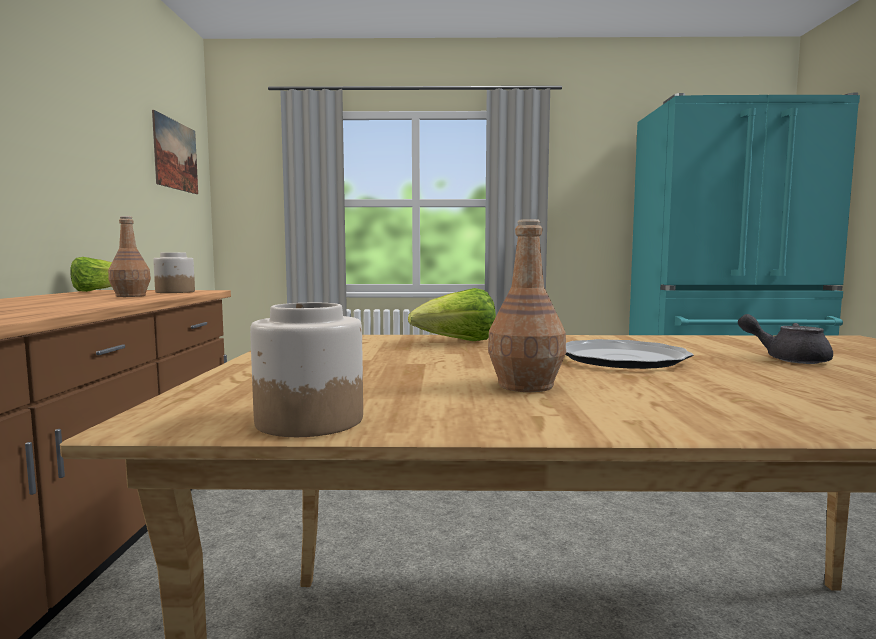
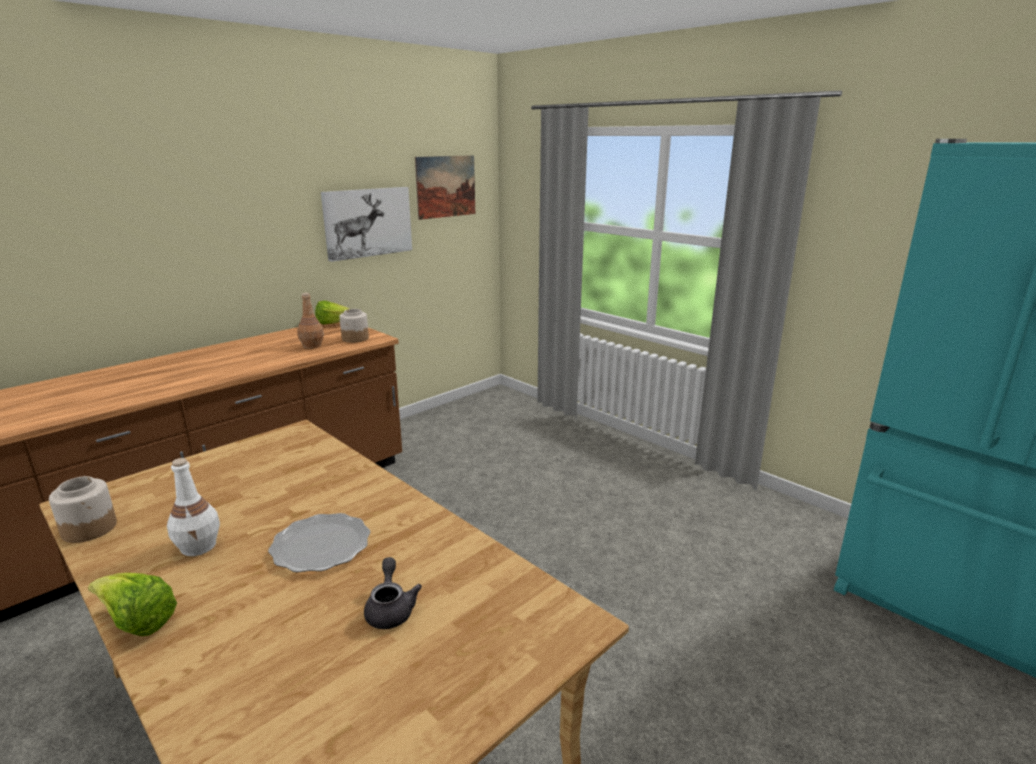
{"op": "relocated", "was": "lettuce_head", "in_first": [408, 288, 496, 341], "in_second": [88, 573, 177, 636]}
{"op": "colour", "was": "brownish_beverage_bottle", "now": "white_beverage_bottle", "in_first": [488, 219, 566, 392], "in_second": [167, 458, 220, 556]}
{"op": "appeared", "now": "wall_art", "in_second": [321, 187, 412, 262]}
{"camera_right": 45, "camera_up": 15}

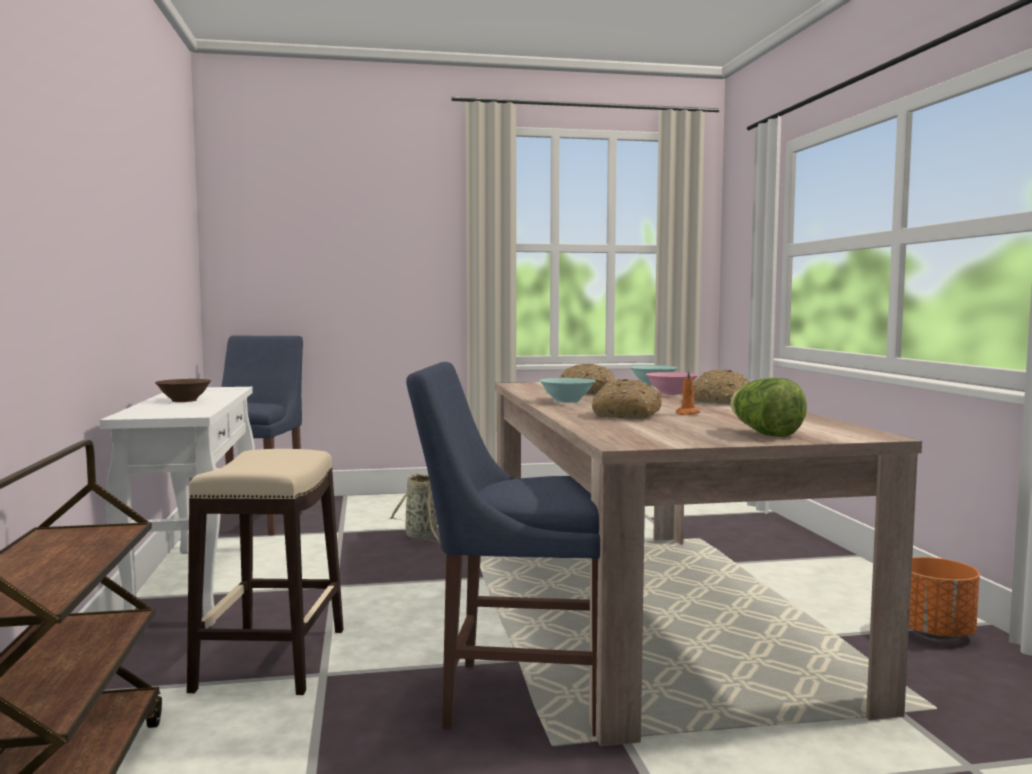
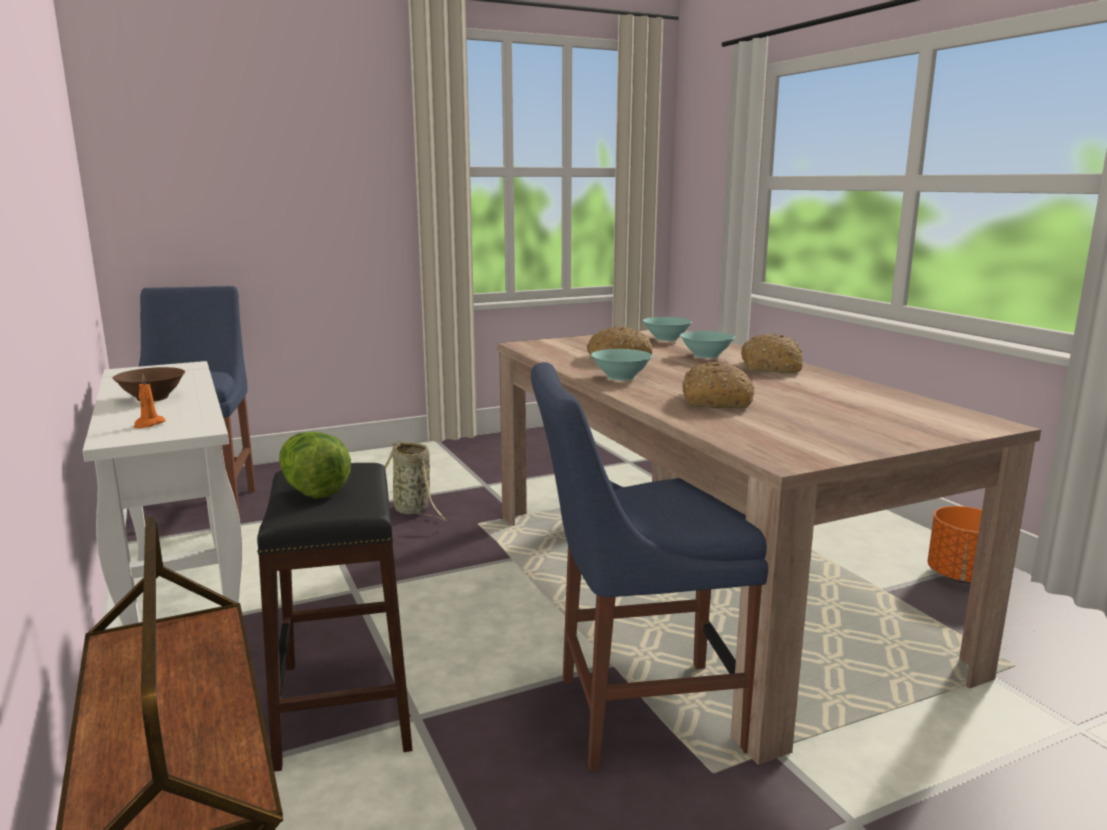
{"op": "colour", "was": "beige_sitting_stool", "now": "blackish_sitting_stool", "in_first": [187, 449, 343, 695], "in_second": [257, 463, 412, 772]}
{"op": "colour", "was": "pink-coloured_bowl", "now": "turquoise-coloured_bowl", "in_first": [646, 372, 698, 395], "in_second": [680, 331, 735, 358]}
{"op": "relocated", "was": "orangey_wax_candle", "in_first": [676, 369, 700, 415], "in_second": [133, 374, 166, 429]}
{"op": "relocated", "was": "lettuce_head", "in_first": [730, 378, 807, 437], "in_second": [279, 432, 351, 499]}
{"camera_right": -15, "camera_up": 10}

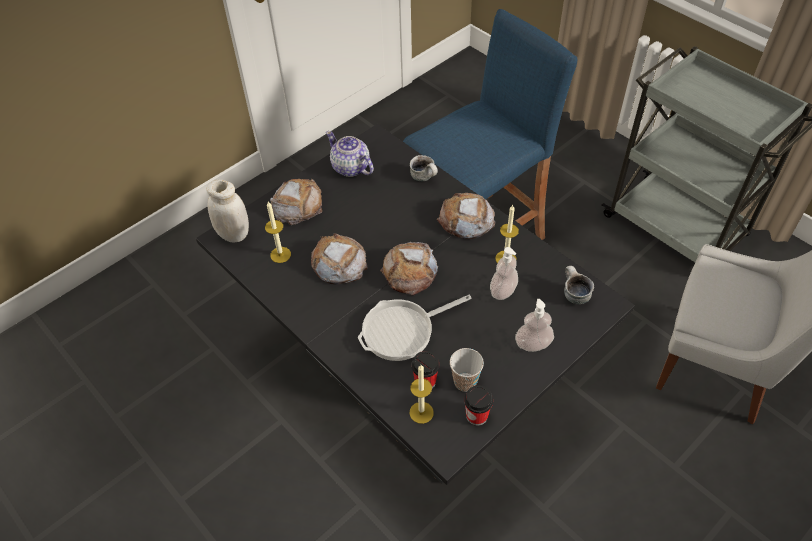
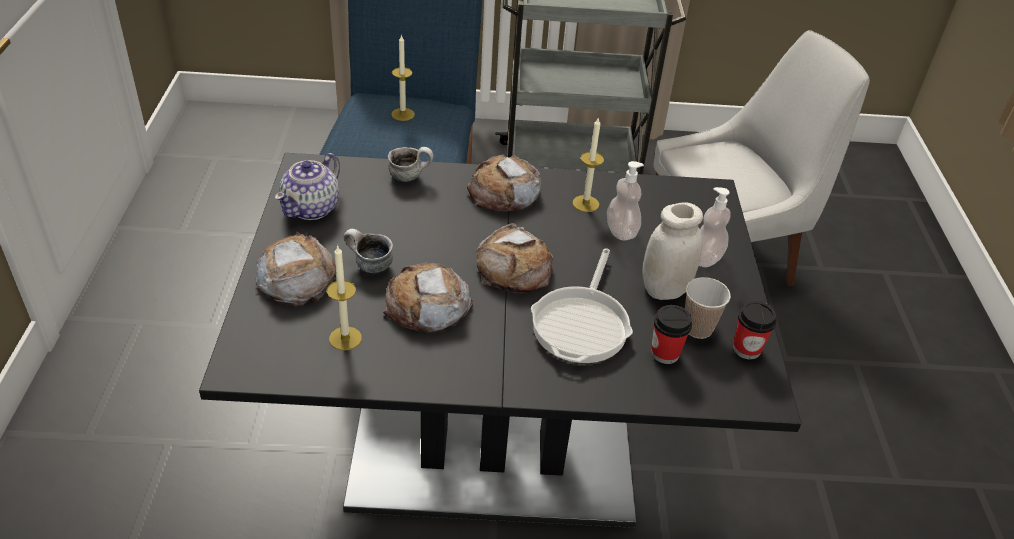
{"op": "relocated", "was": "white_storage_jar", "in_first": [206, 179, 249, 242], "in_second": [643, 202, 703, 300]}
{"op": "spun", "was": "pot_for_tea", "in_first": [326, 131, 374, 177], "in_second": [274, 153, 340, 220], "clockwise": -60}
{"op": "relocated", "was": "wax_candle", "in_first": [410, 365, 434, 424], "in_second": [391, 34, 415, 121]}
{"op": "relocated", "was": "tea_mug", "in_first": [564, 266, 594, 304], "in_second": [343, 229, 393, 273]}
{"camera_right": -50, "camera_up": -10}

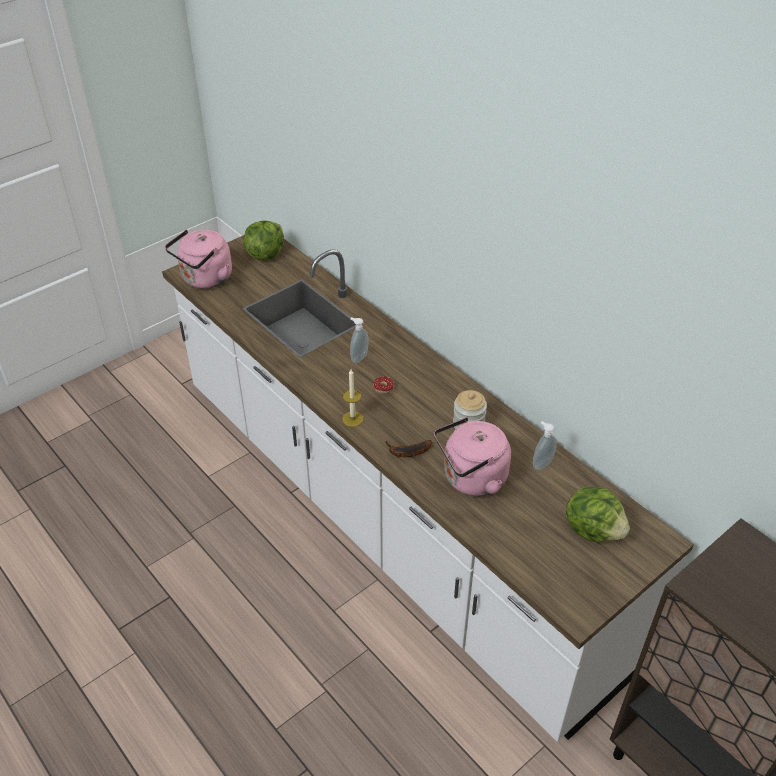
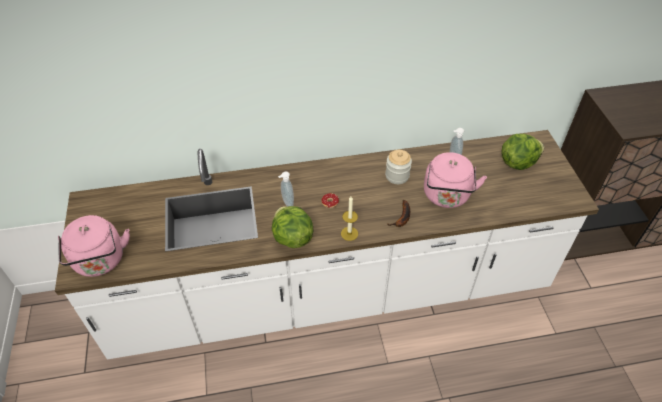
{"op": "relocated", "was": "lettuce_head", "in_first": [243, 220, 284, 260], "in_second": [272, 206, 313, 248]}
{"camera_right": -60, "camera_up": 5}

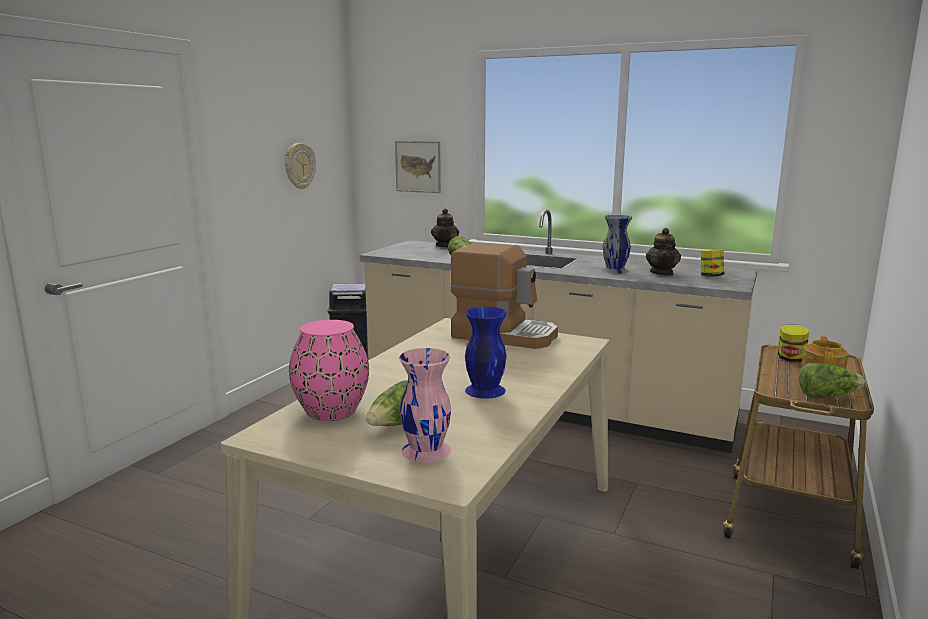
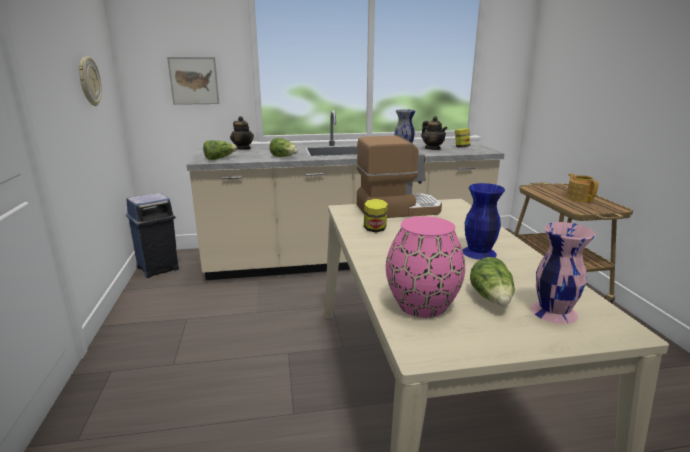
{"op": "relocated", "was": "storage_jar", "in_first": [778, 325, 809, 362], "in_second": [364, 199, 388, 233]}
{"op": "relocated", "was": "lettuce_head", "in_first": [799, 362, 866, 398], "in_second": [203, 140, 237, 160]}
{"camera_right": -35, "camera_up": 5}

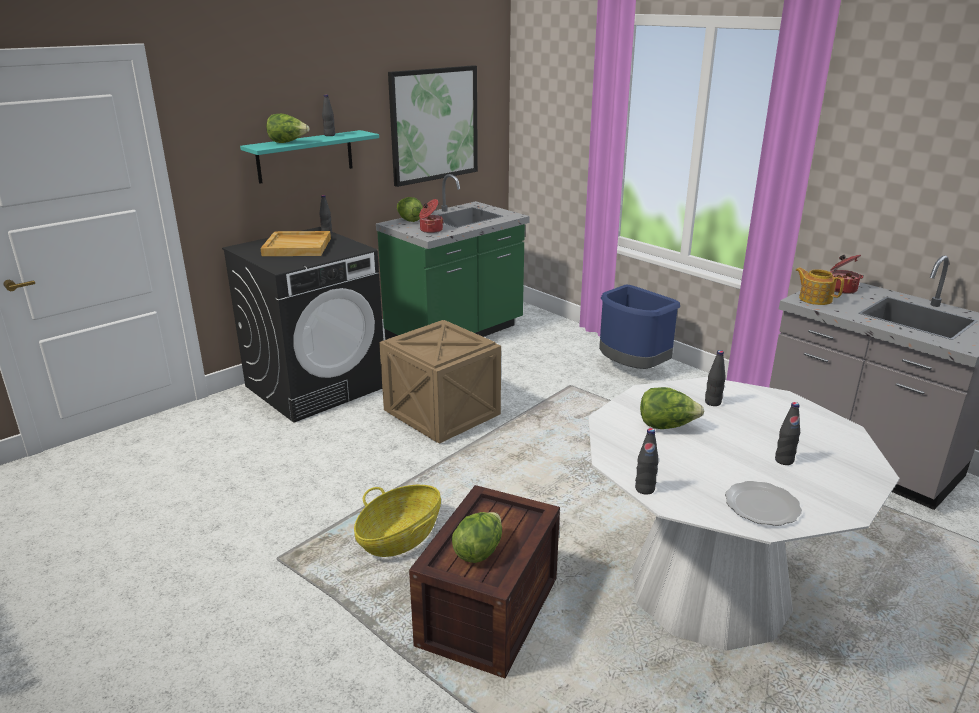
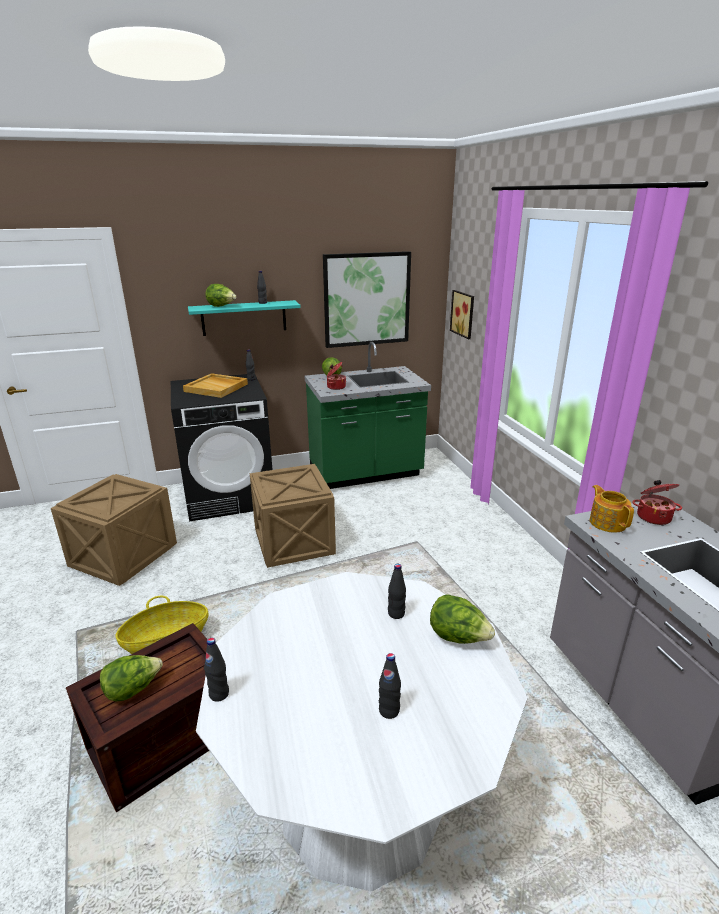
{"op": "missing", "was": "bluish_waste_bin", "in_first": [599, 285, 680, 369]}
{"op": "relocated", "was": "lettuce_head", "in_first": [640, 387, 704, 429], "in_second": [430, 594, 495, 644]}
{"op": "missing", "was": "plate", "in_first": [725, 481, 802, 526]}
{"op": "appeared", "now": "crate", "in_second": [51, 474, 177, 586]}
{"op": "appeared", "now": "wall_art", "in_second": [450, 290, 474, 339]}
{"camera_right": 25, "camera_up": 0}

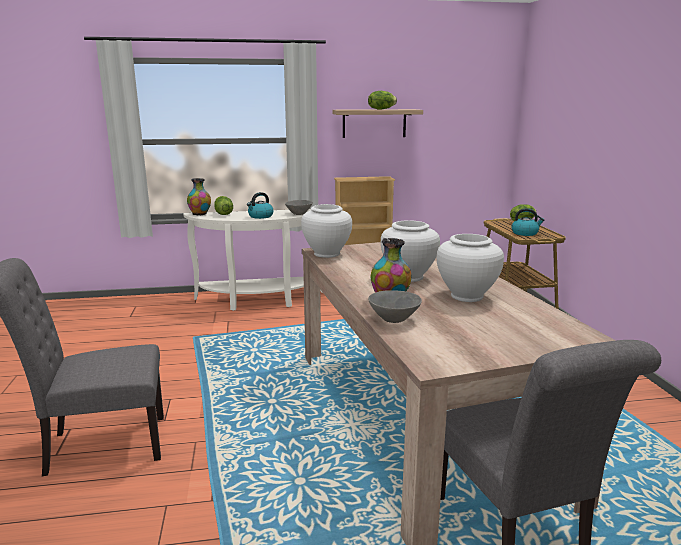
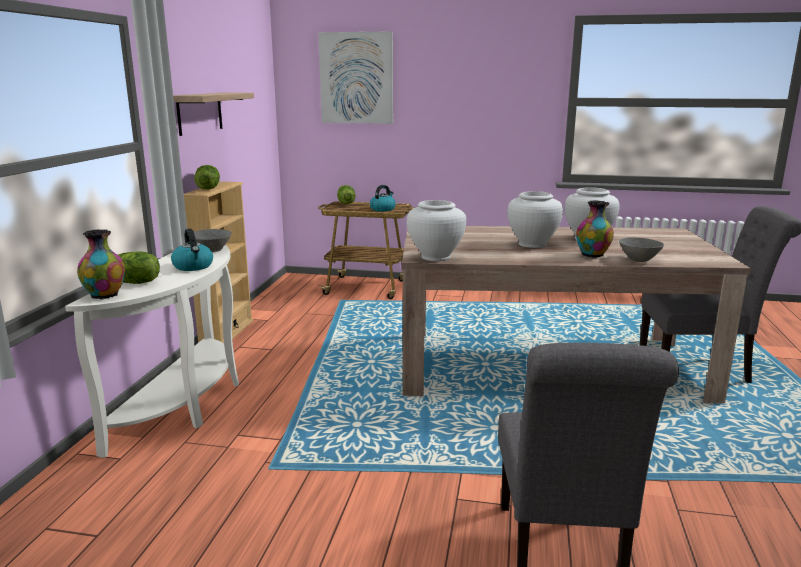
{"op": "relocated", "was": "lettuce_head", "in_first": [368, 91, 397, 110], "in_second": [194, 165, 220, 190]}
{"op": "appeared", "now": "wall_art", "in_second": [318, 31, 393, 124]}
{"camera_right": -70, "camera_up": 0}

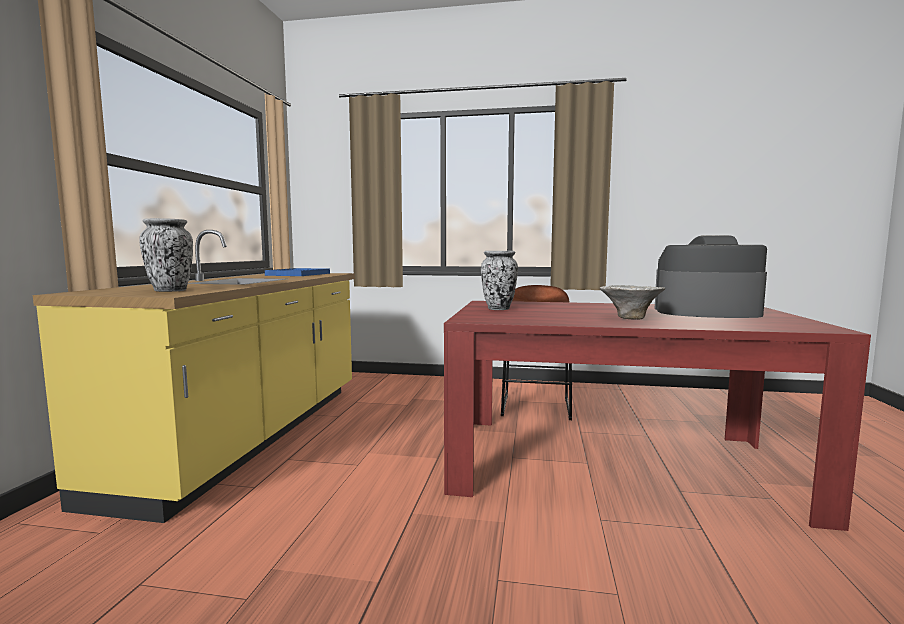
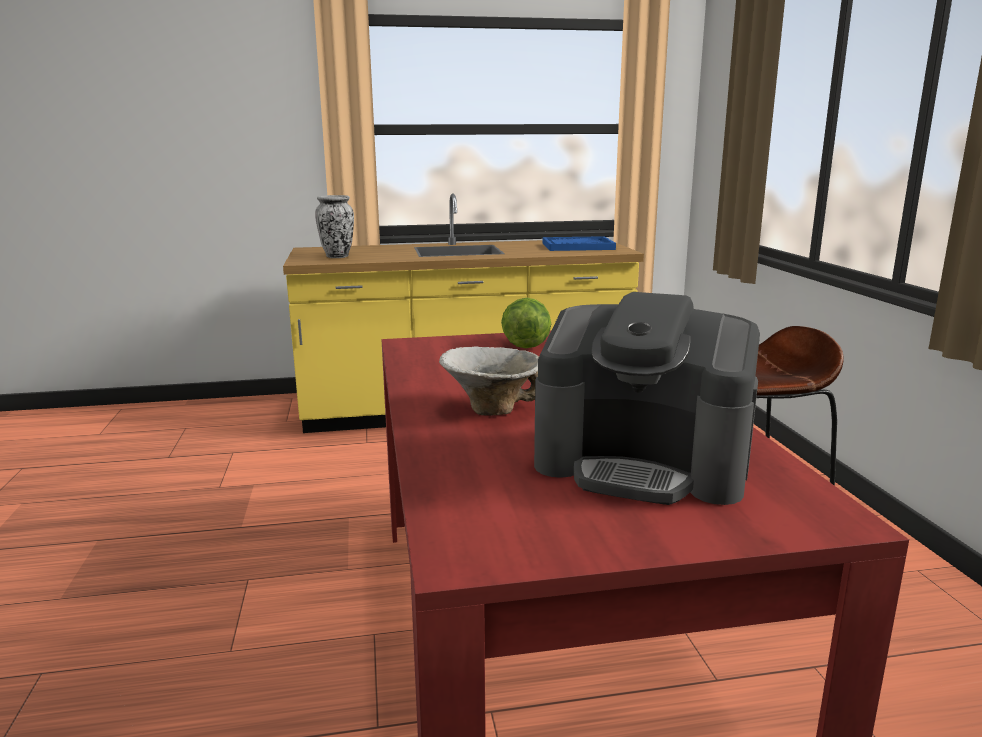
{"op": "exchanged", "was": "decorative_vase", "now": "lettuce_head", "in_first": [481, 251, 518, 310], "in_second": [501, 298, 551, 348]}
{"op": "spun", "was": "coffee_machine", "in_first": [655, 235, 767, 318], "in_second": [534, 292, 760, 505], "clockwise": 120}
{"camera_right": 70, "camera_up": 10}

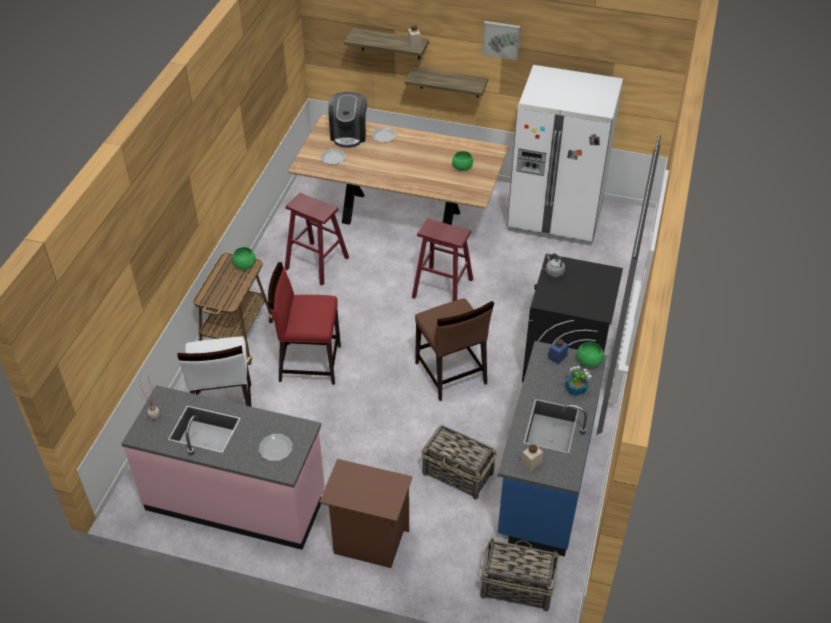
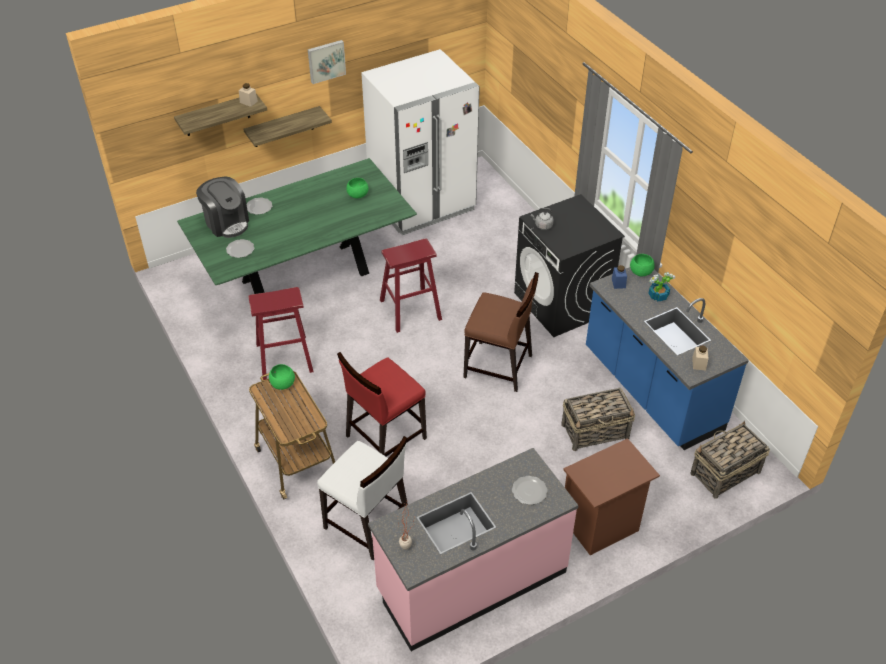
{"op": "colour", "was": "brownish_kitchen_table", "now": "greenish_kitchen_table", "in_first": [287, 114, 509, 225], "in_second": [177, 158, 417, 294]}
{"camera_right": -45, "camera_up": 0}

